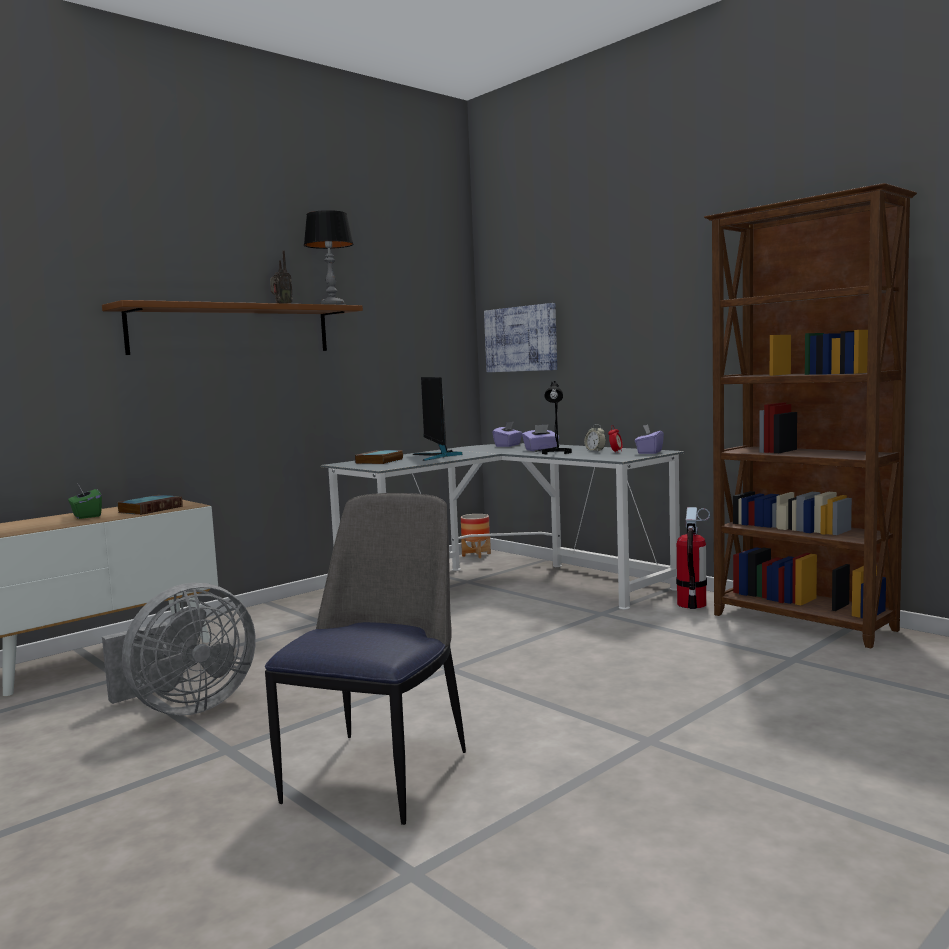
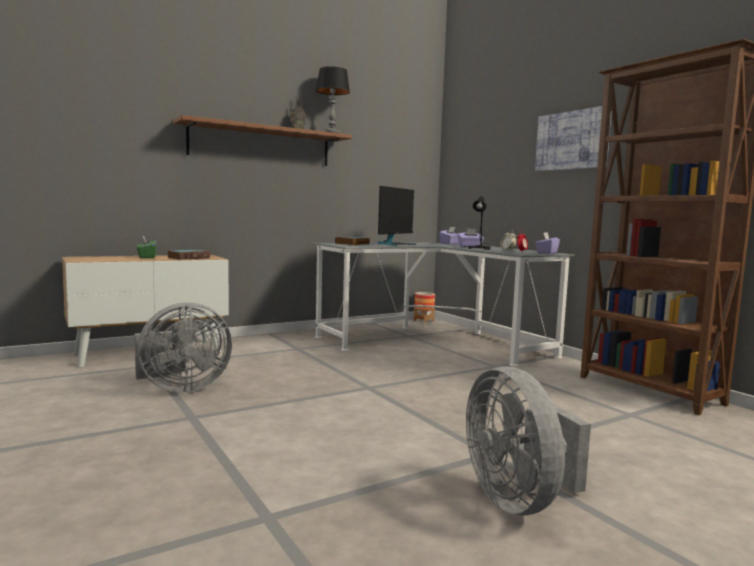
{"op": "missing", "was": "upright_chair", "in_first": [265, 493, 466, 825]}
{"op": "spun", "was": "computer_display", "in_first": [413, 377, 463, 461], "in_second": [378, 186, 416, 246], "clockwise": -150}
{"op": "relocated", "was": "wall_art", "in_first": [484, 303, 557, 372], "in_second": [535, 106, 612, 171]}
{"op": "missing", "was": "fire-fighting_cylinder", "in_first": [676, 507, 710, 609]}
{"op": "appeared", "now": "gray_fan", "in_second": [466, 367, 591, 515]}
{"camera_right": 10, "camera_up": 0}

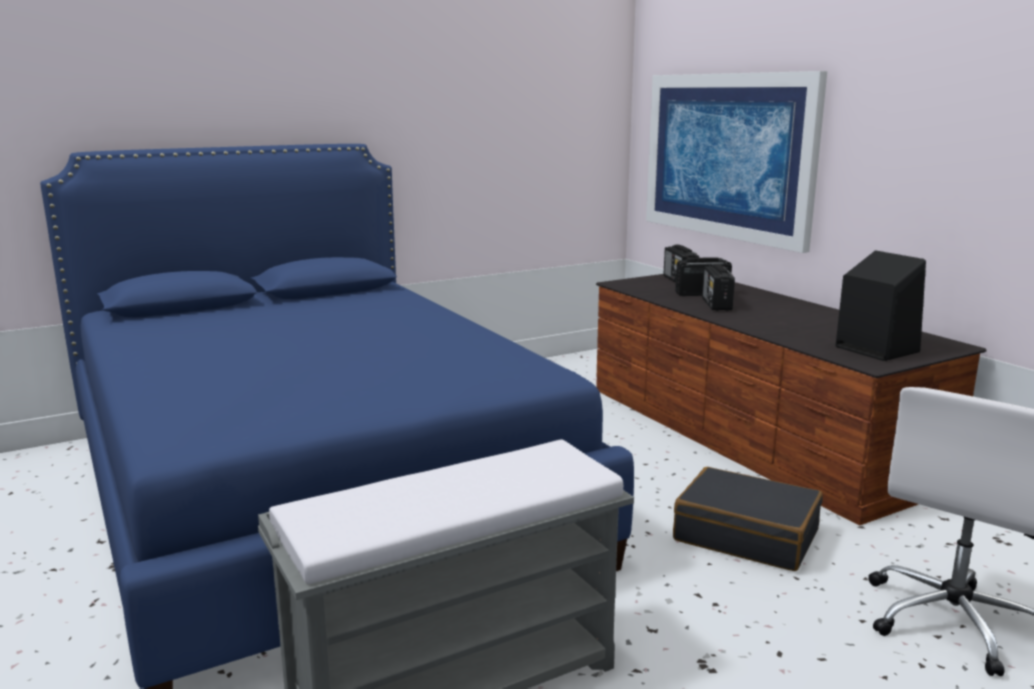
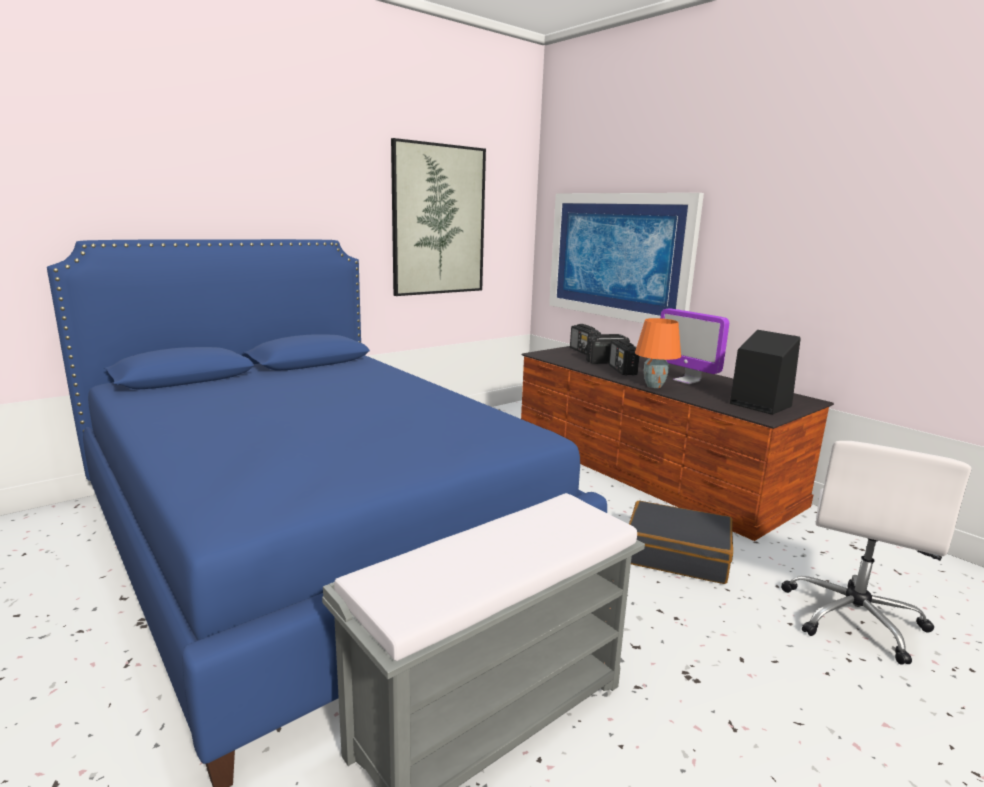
{"op": "appeared", "now": "wall_art", "in_second": [391, 138, 486, 296]}
{"op": "appeared", "now": "orangey_table_lamp", "in_second": [635, 318, 681, 388]}
{"op": "appeared", "now": "computer_display", "in_second": [660, 308, 729, 384]}
{"camera_right": -10, "camera_up": 0}

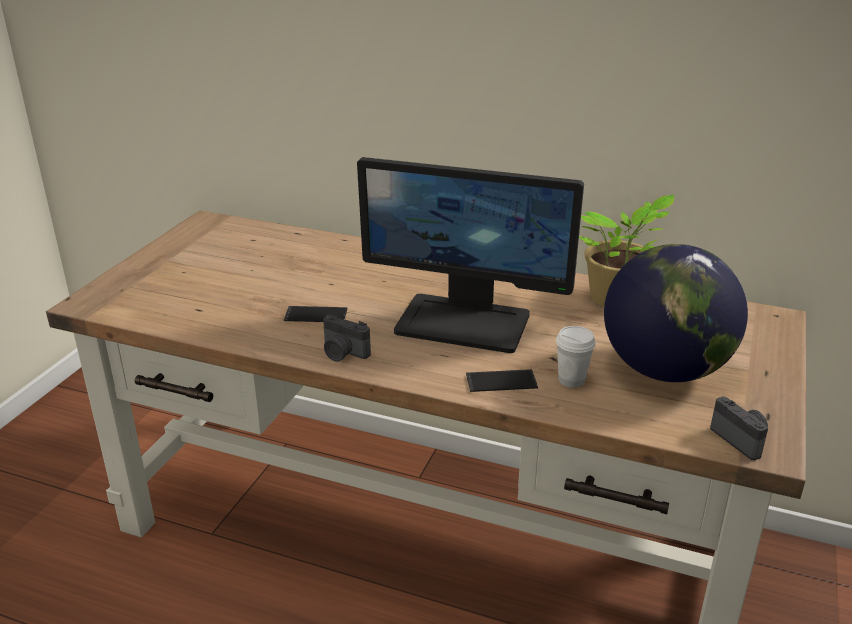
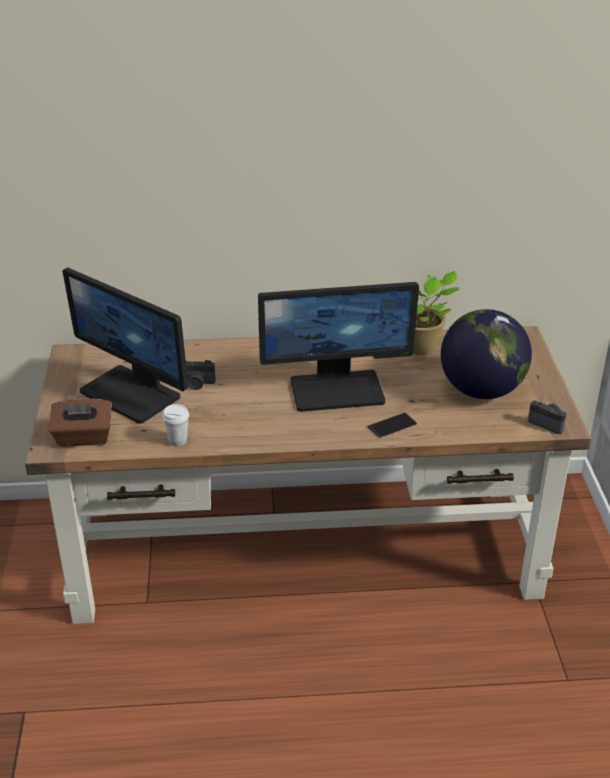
{"op": "missing", "was": "handset", "in_first": [284, 306, 348, 322]}
{"op": "relocated", "was": "photo_camera", "in_first": [323, 315, 371, 362], "in_second": [186, 360, 215, 390]}
{"op": "relocated", "was": "white_cup", "in_first": [556, 326, 596, 388], "in_second": [162, 404, 189, 446]}
{"op": "appeared", "now": "brownish_tissue_box", "in_second": [49, 398, 112, 447]}
{"op": "appeared", "now": "computer_display", "in_second": [62, 267, 188, 424]}
{"camera_right": -25, "camera_up": 5}

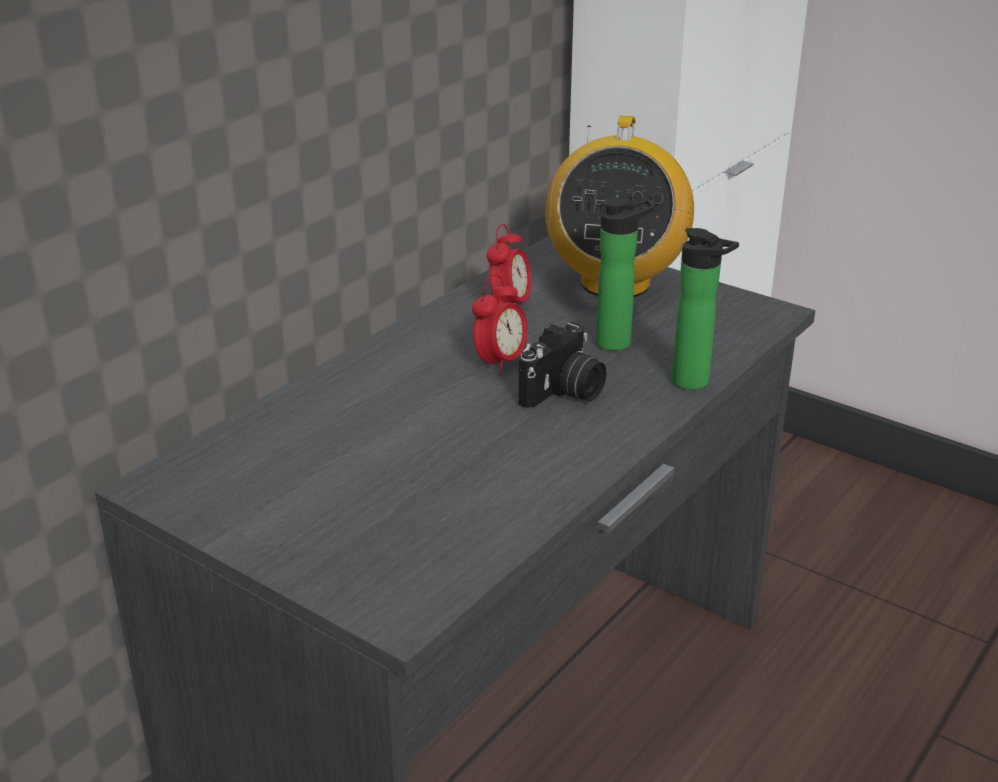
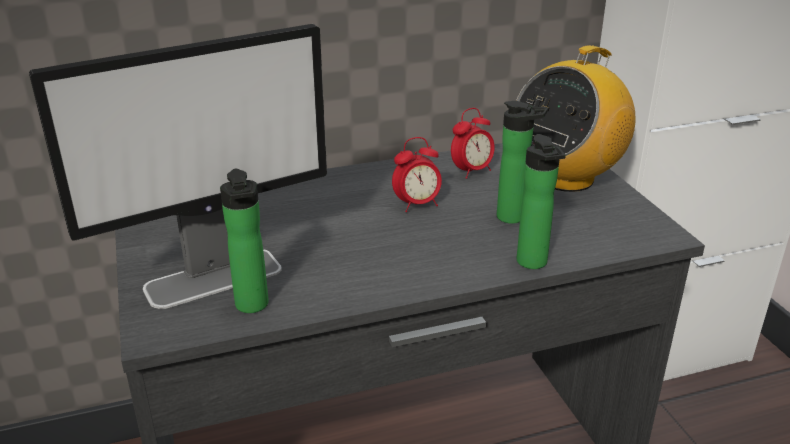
{"op": "missing", "was": "photo_camera", "in_first": [518, 322, 607, 408]}
{"op": "appeared", "now": "computer_display", "in_second": [29, 24, 327, 309]}
{"op": "appeared", "now": "beverage_bottle", "in_second": [220, 169, 269, 313]}
{"camera_right": 35, "camera_up": 0}

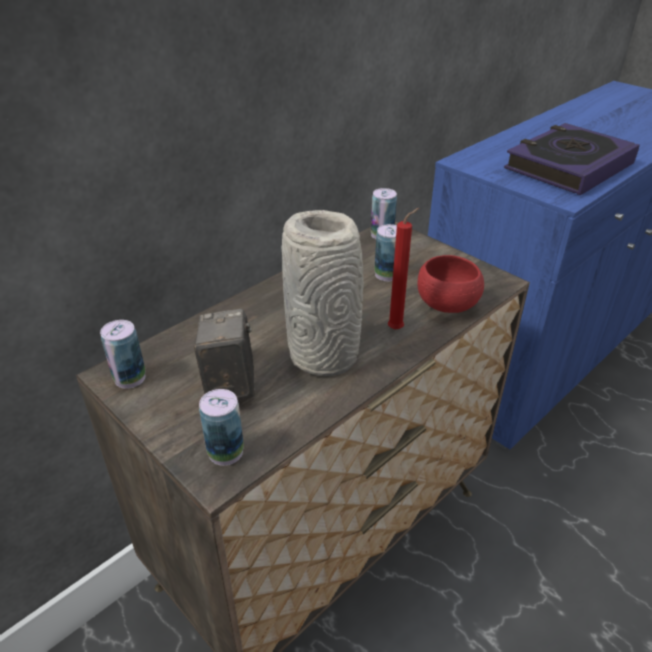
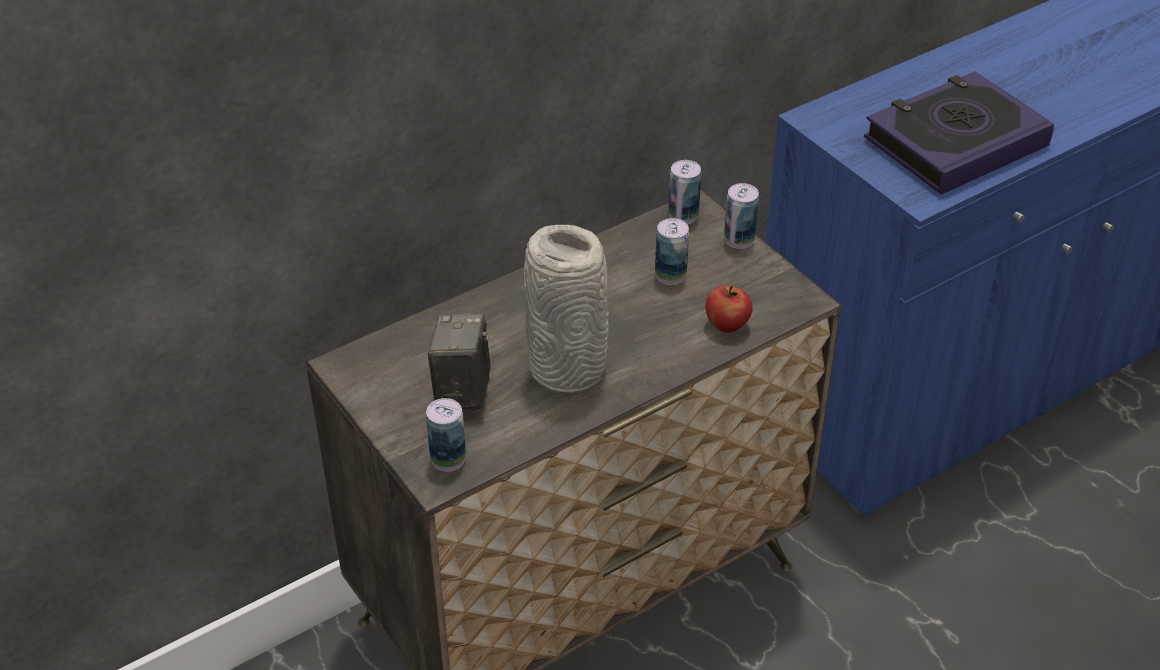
{"op": "relocated", "was": "can", "in_first": [100, 320, 146, 389], "in_second": [724, 183, 759, 249]}
{"op": "missing", "was": "reddish_wax_candle", "in_first": [388, 208, 419, 330]}
{"op": "exchanged", "was": "reddish_bowl", "now": "apple_fruit", "in_first": [417, 255, 484, 313], "in_second": [705, 286, 753, 333]}
{"camera_right": 10, "camera_up": 5}

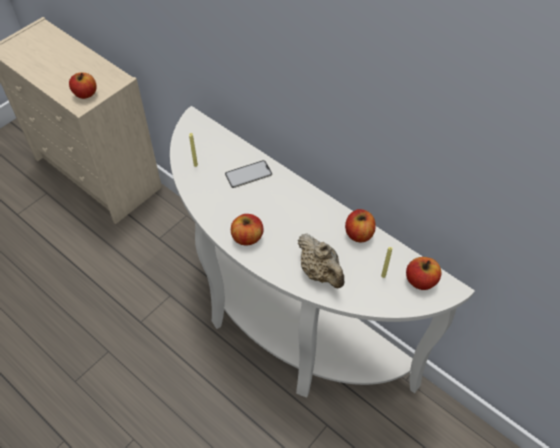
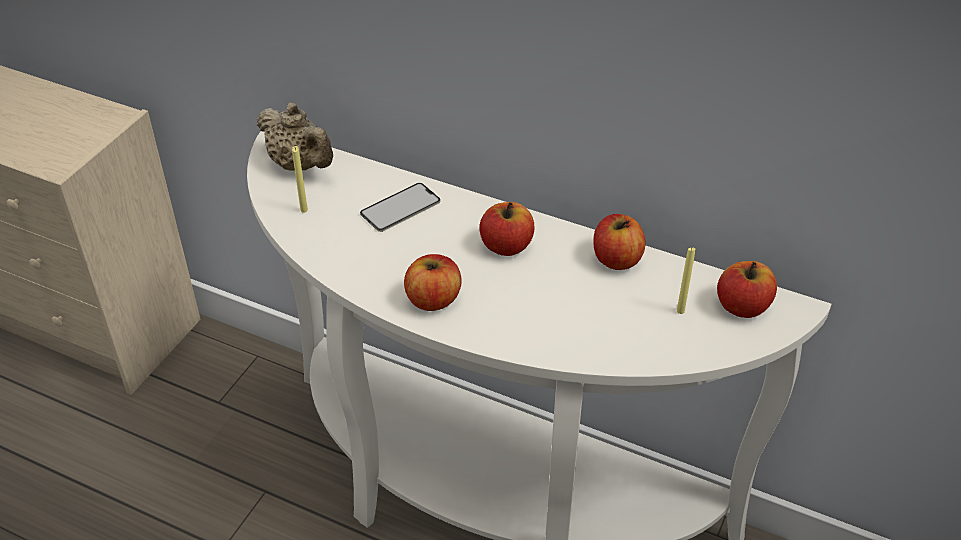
{"op": "relocated", "was": "apple_fruit", "in_first": [69, 72, 97, 99], "in_second": [479, 202, 534, 256]}
{"op": "relocated", "was": "beige_pot_for_tea", "in_first": [297, 234, 345, 288], "in_second": [257, 102, 333, 170]}
{"camera_right": -15, "camera_up": -10}

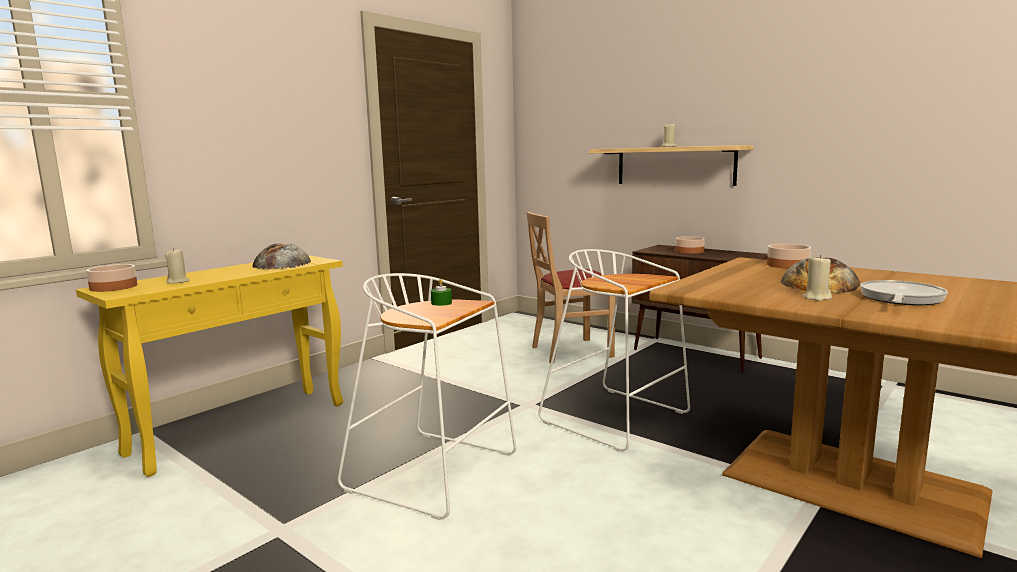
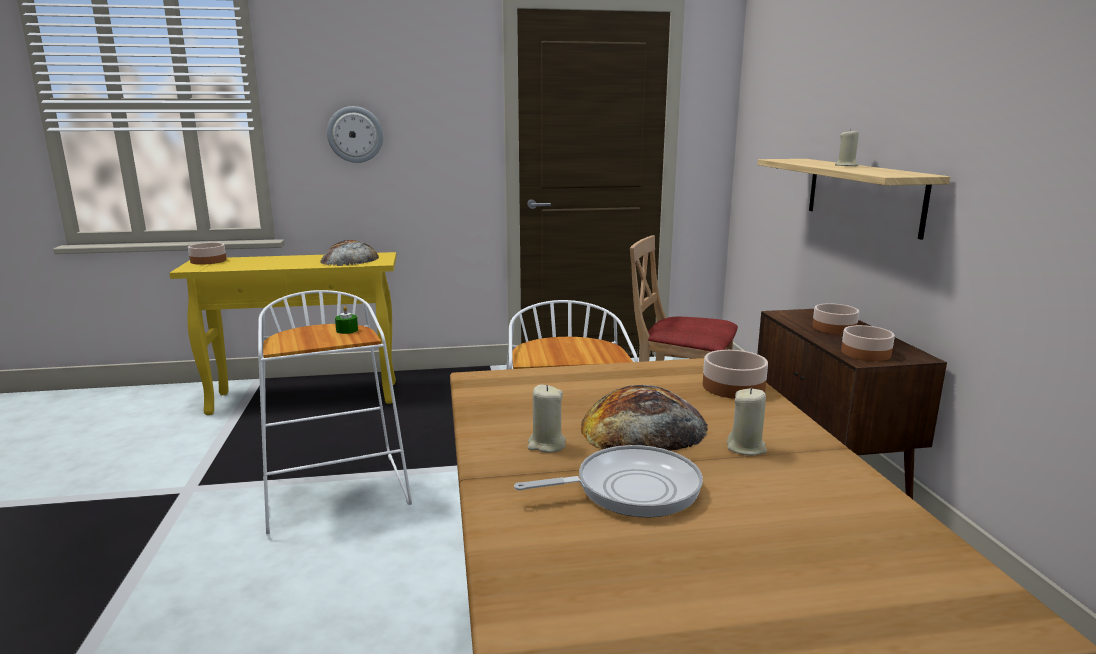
{"op": "relocated", "was": "beige_wax_candle", "in_first": [165, 248, 190, 284], "in_second": [727, 388, 767, 456]}
{"op": "appeared", "now": "clock_on_the_wall", "in_second": [327, 106, 383, 163]}
{"op": "appeared", "now": "bowl", "in_second": [841, 325, 895, 361]}
{"camera_right": 40, "camera_up": 5}

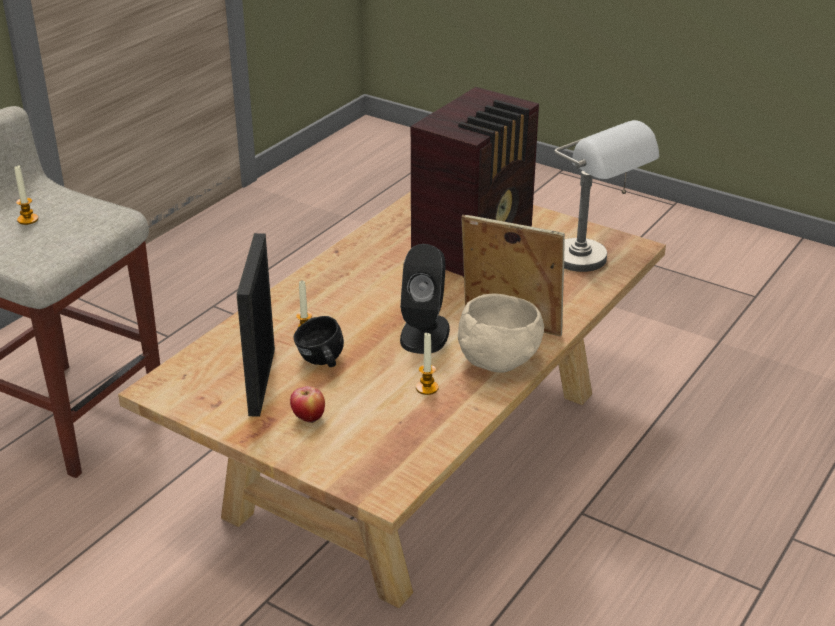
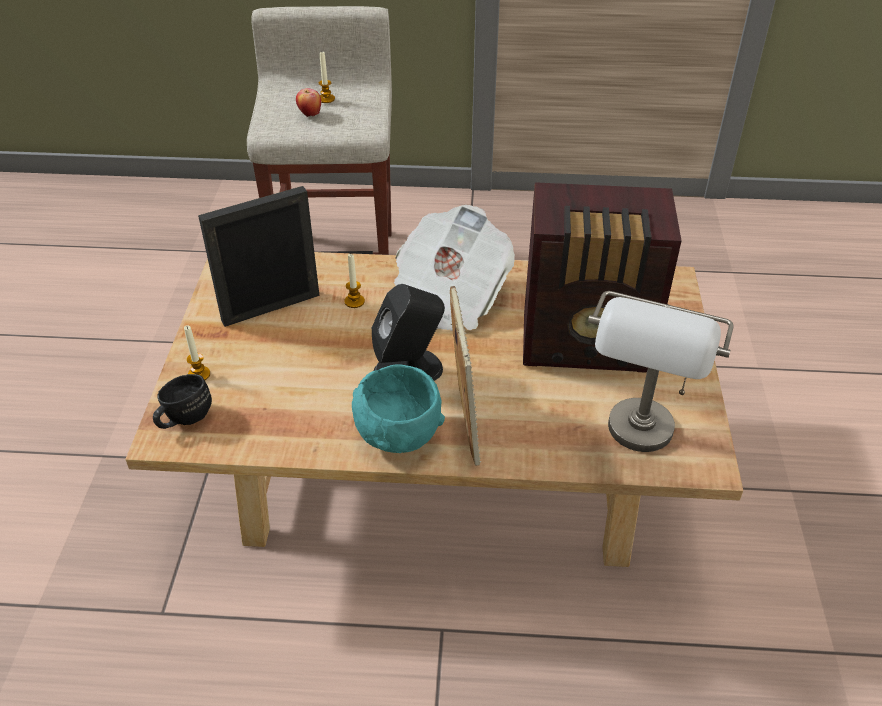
{"op": "relocated", "was": "apple_fruit", "in_first": [290, 386, 325, 424], "in_second": [296, 88, 321, 117]}
{"op": "relocated", "was": "blackish_tea_mug", "in_first": [293, 316, 344, 367], "in_second": [153, 374, 212, 429]}
{"op": "relocated", "was": "wax_candle", "in_first": [416, 332, 439, 395], "in_second": [184, 325, 210, 380]}
{"op": "colour", "was": "beige_bowl", "now": "turquoise-coloured_bowl", "in_first": [458, 293, 544, 373], "in_second": [352, 364, 445, 453]}
{"op": "appeared", "now": "daily_paper", "in_second": [394, 205, 515, 331]}
{"camera_right": 60, "camera_up": 10}

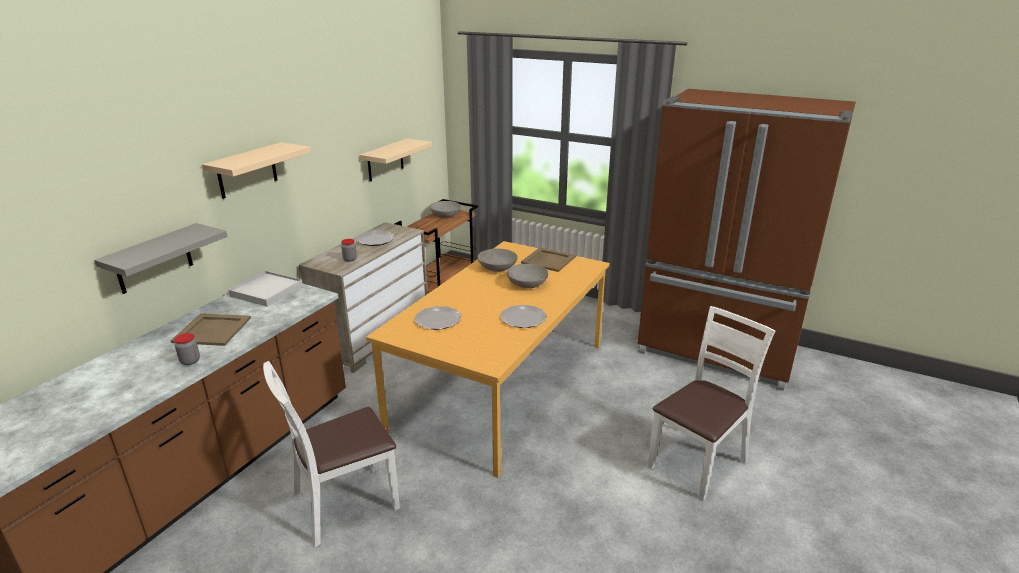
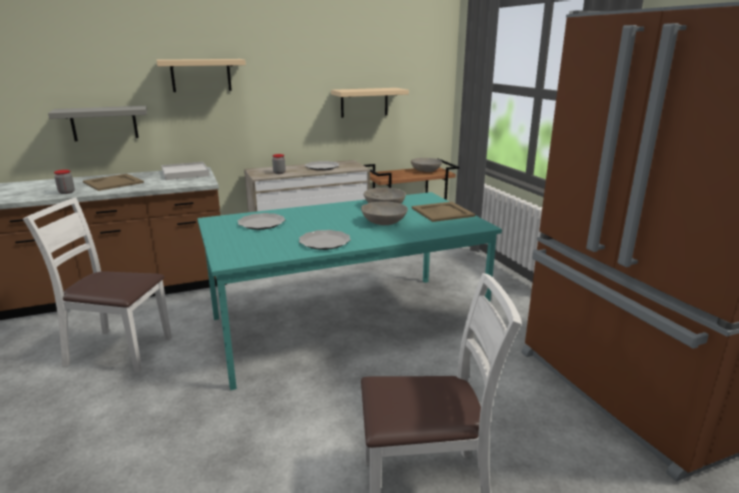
{"op": "colour", "was": "orangey_kitchen_table", "now": "turquoise-coloured_kitchen_table", "in_first": [366, 241, 610, 478], "in_second": [197, 192, 502, 390]}
{"camera_right": 40, "camera_up": -5}

